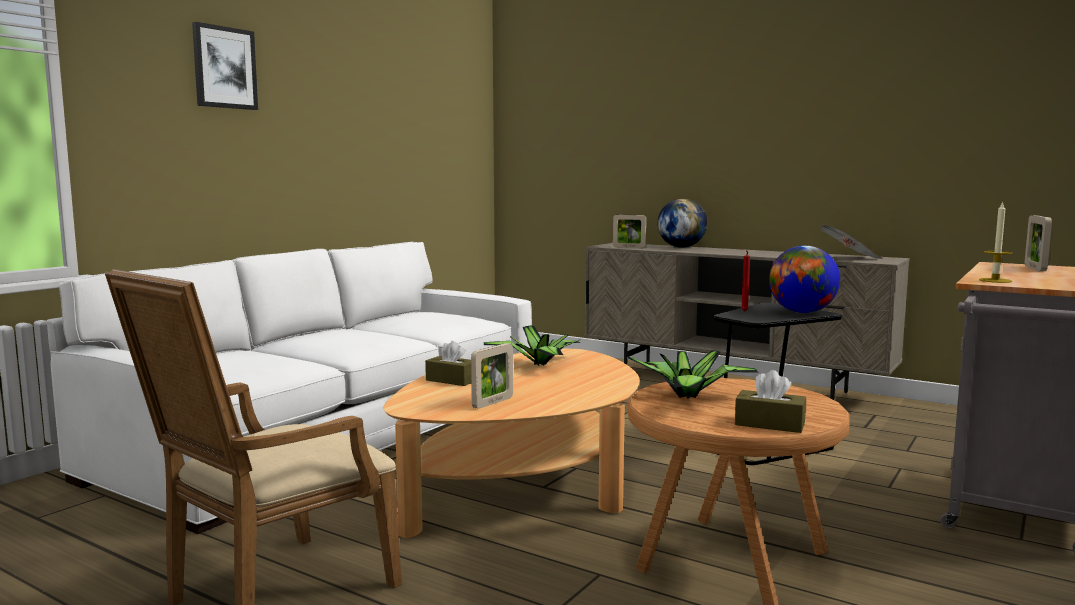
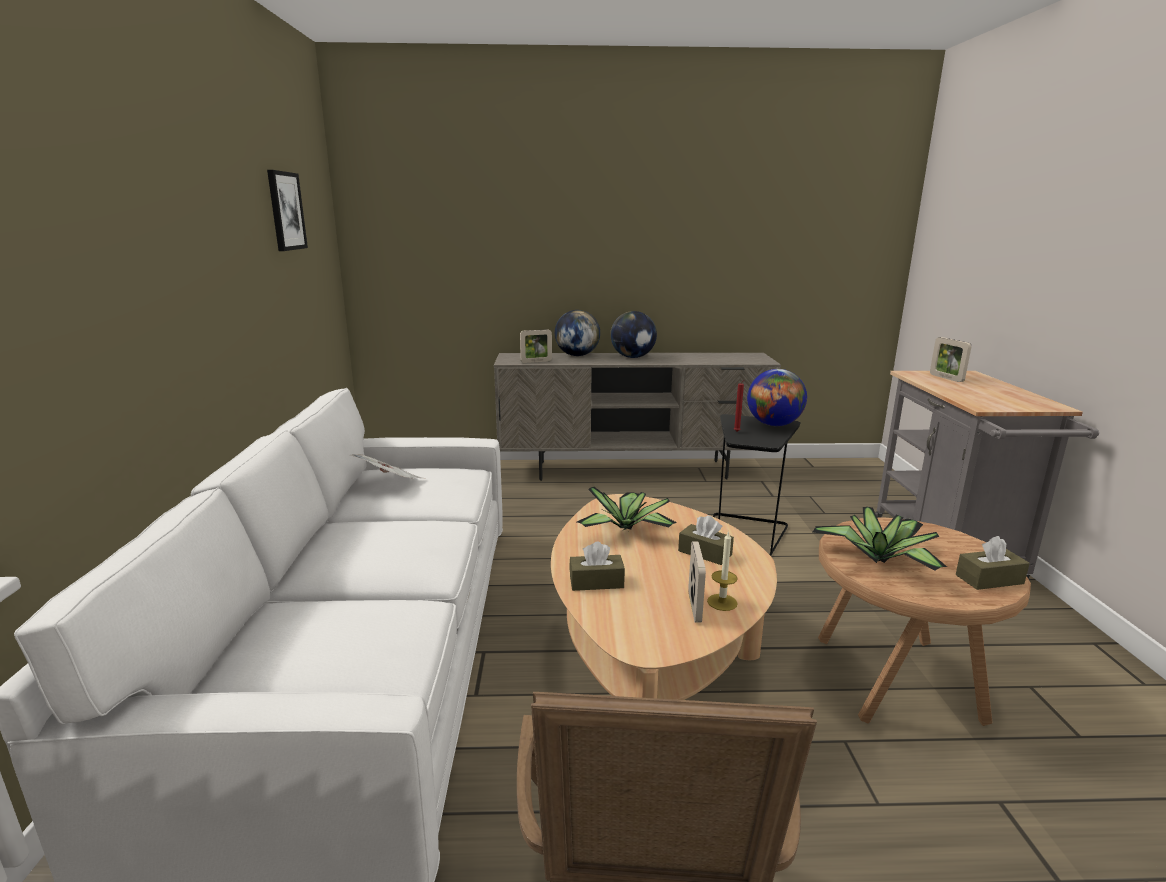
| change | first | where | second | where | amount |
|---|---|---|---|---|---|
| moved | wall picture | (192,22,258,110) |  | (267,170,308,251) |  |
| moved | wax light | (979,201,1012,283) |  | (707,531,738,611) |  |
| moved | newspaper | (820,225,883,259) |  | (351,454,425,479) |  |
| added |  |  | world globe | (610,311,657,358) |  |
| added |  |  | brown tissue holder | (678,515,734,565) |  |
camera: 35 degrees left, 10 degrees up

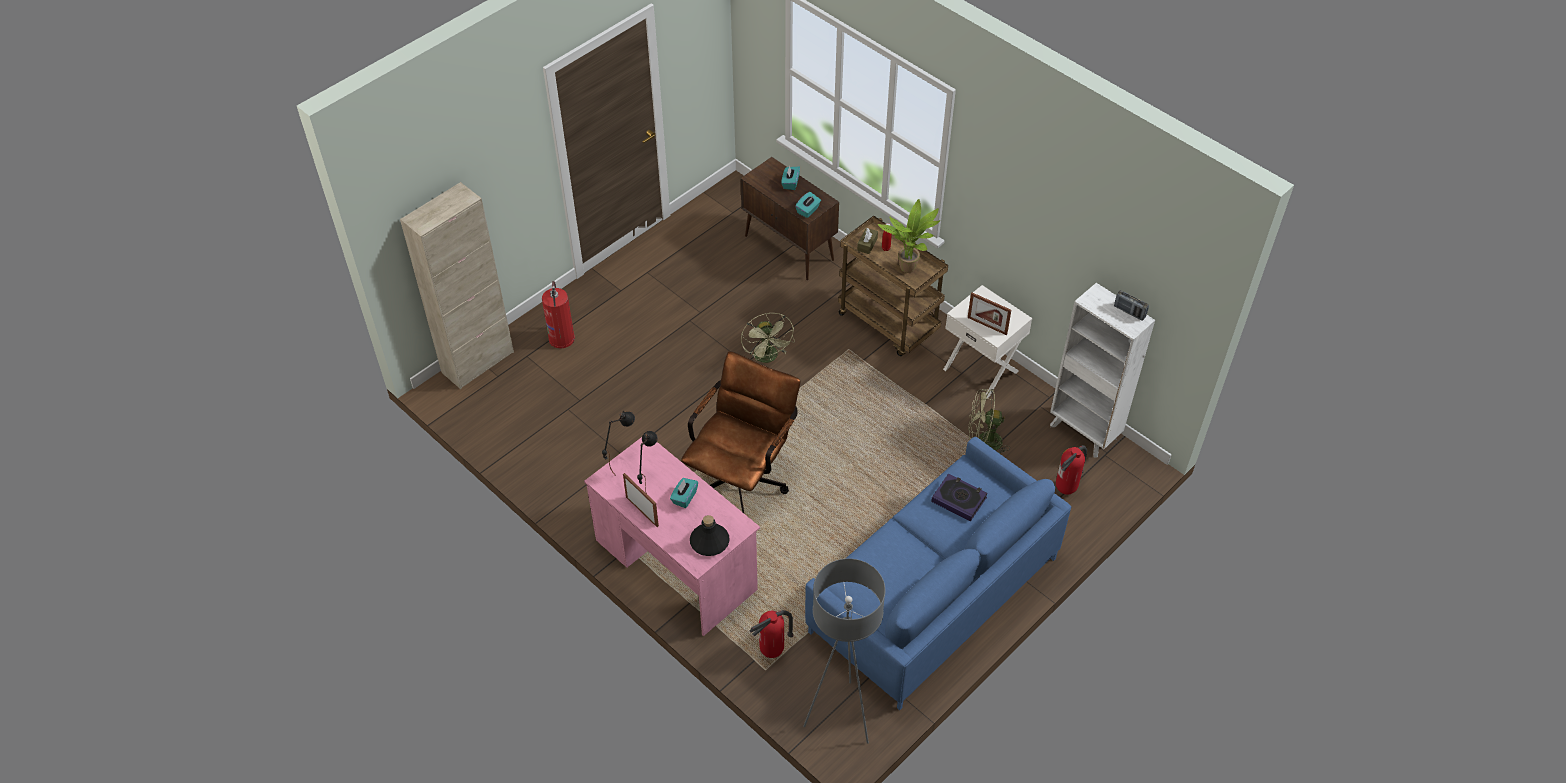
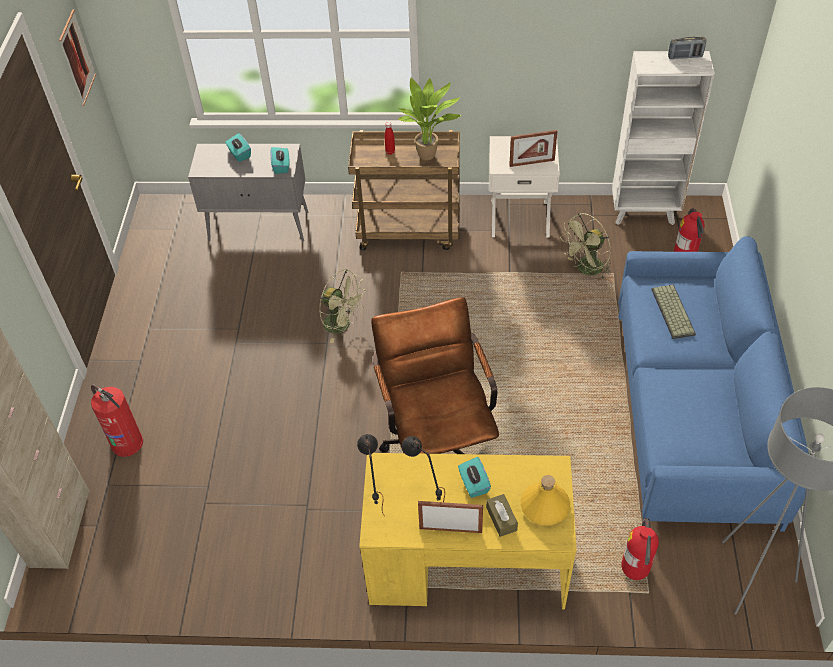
| change | first | where | second | where | amount |
|---|---|---|---|---|---|
| recoloured | brown cupboard | (740,157,839,280) | gray cupboard | (188,144,308,242) |  |
| moved | brown tissue holder | (857,228,878,254) |  | (486,494,518,537) |  |
| recoloured | pink-coloured desk table | (584,437,760,636) | yellow desk table | (359,453,577,609) |  |
| replaced | volume | (931,474,988,521) | PC keyboard | (651,285,696,339) |  |
| recoloured | blackish bottle | (690,515,730,556) | yellow bottle | (520,475,570,526) |  |
| added |  |  | wall picture | (59,9,96,106) |  |
camera: 40 degrees left, 0 degrees up

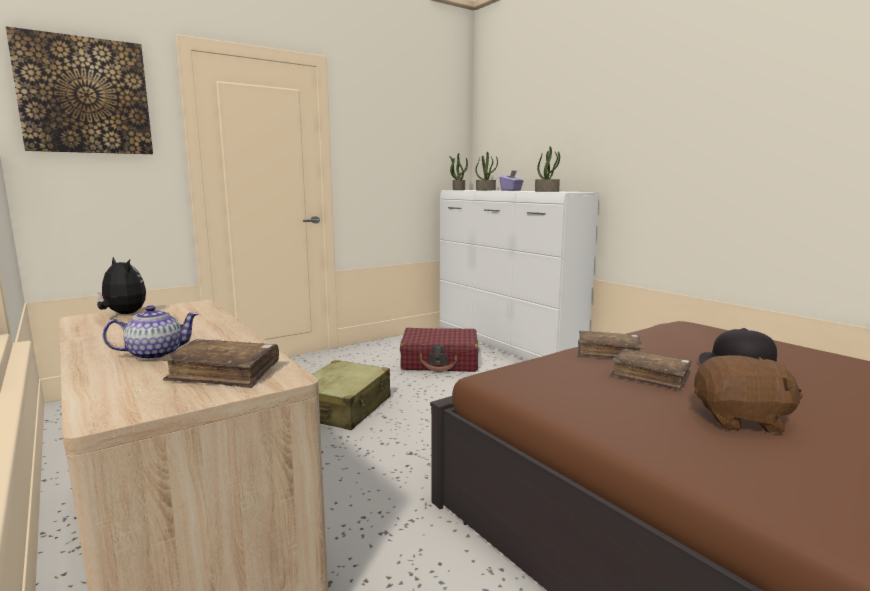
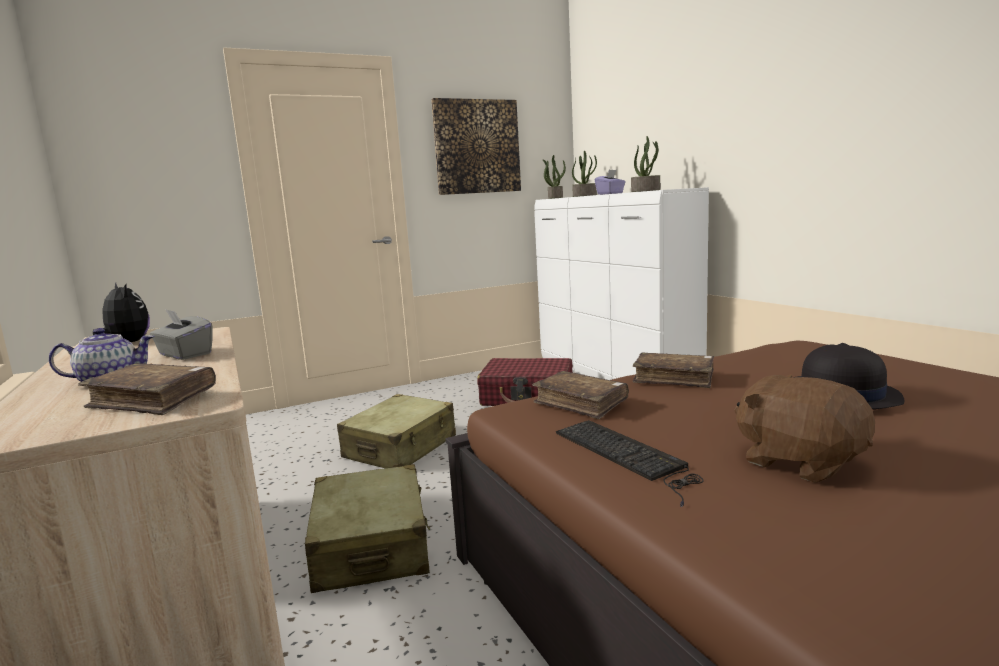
| change | first | where | second | where | amount |
|---|---|---|---|---|---|
| moved | wall picture | (6,26,153,154) |  | (431,98,521,195) |  |
| moved | brown volume | (611,349,692,391) |  | (533,371,629,419) |  |
| turned | brown plush toy | (694,355,803,433) |  | (734,374,875,483) | 150 degrees counterclockwise |
| added |  |  | gray tissue holder | (150,310,212,360) |  |
| added |  |  | PC keyboard | (556,420,704,507) |  |
| added |  |  | beige-coloured piece of luggage | (305,464,430,593) |  |
camera: 10 degrees right, 0 degrees up

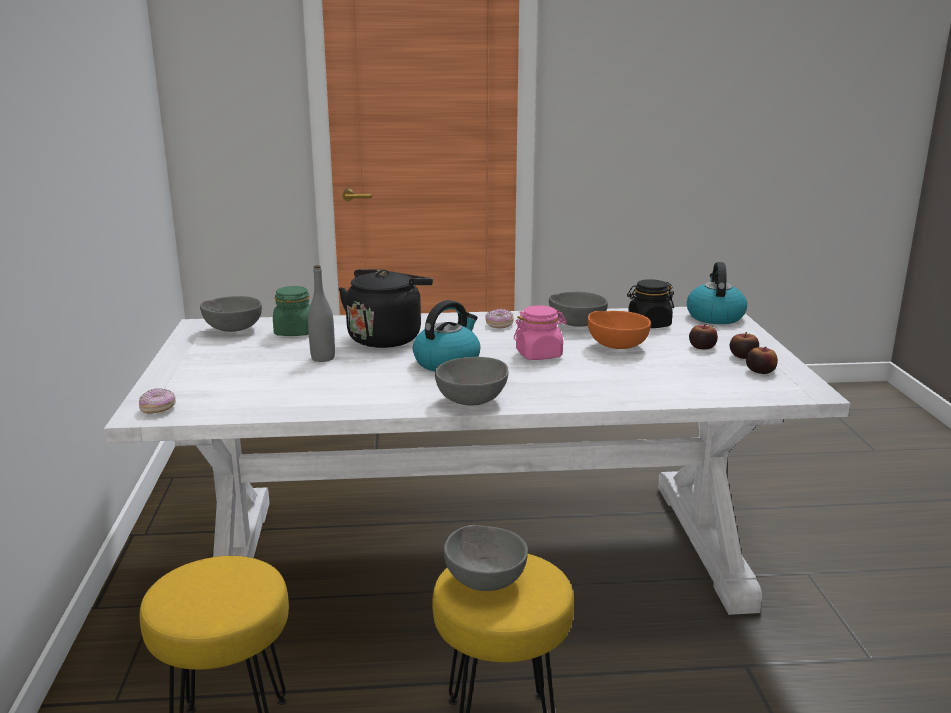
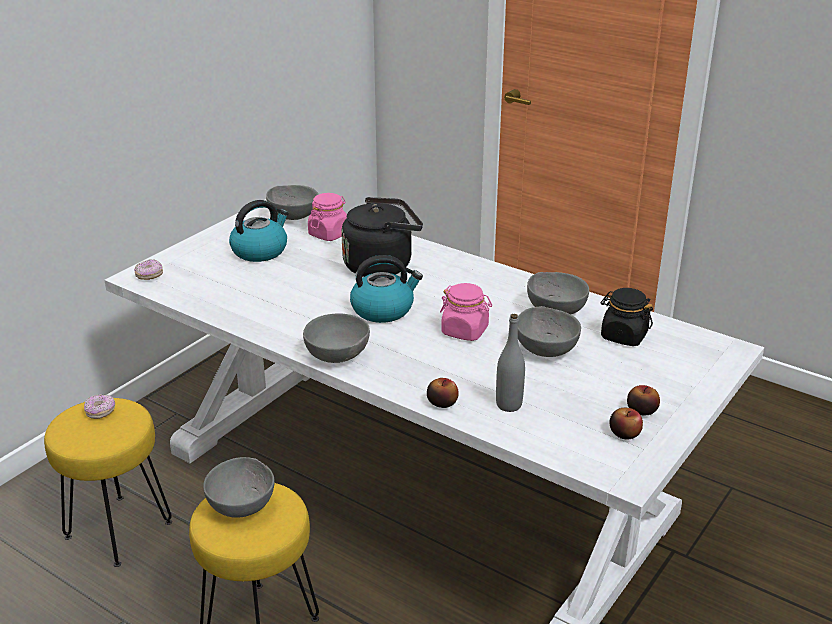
| change | first | where | second | where | amount |
|---|---|---|---|---|---|
| moved | kettle | (687,262,747,324) |  | (229,200,289,262) |  |
| moved | gray bottle | (308,265,335,362) |  | (496,314,525,412) |  |
| recoloured | greenish preserve jar | (273,286,310,336) | pink-coloured preserve jar | (308,193,347,241) |  |
| moved | donut | (485,309,514,329) |  | (84,394,115,419) |  |
| recoloured | orange-coloured bowl | (588,311,651,349) | gray bowl | (518,306,581,357) |  |
| moved | whole apple | (689,324,718,349) |  | (427,378,459,408) |  |
camera: 40 degrees right, 10 degrees up

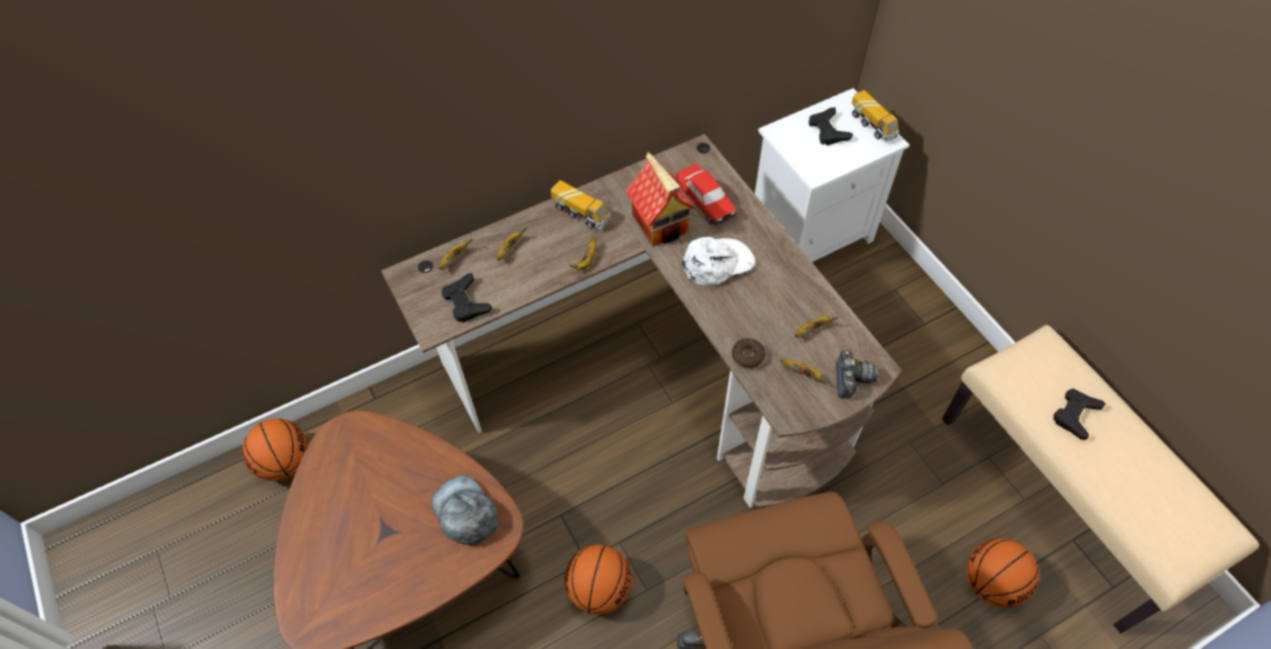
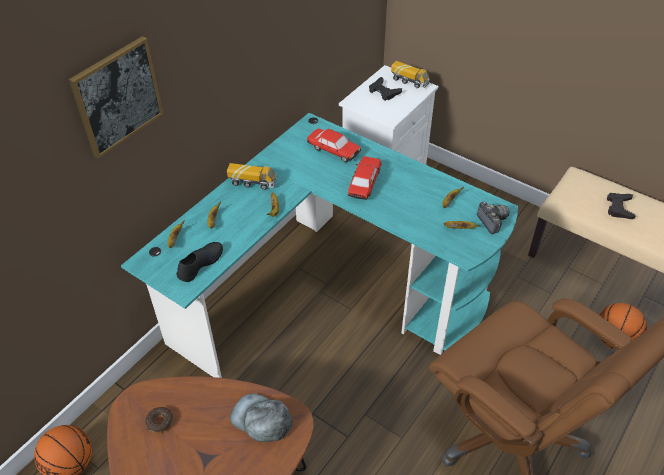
| change | first | where | second | where | amount |
|---|---|---|---|---|---|
| recoloured | brown desk table | (381,134,901,508) | turquoise desk table | (121,113,518,378) |  |
| removed | model house | (625,152,696,246) |  |  |  |
| replaced | white peaked cap | (682,237,755,286) | model car | (348,156,381,200) |  |
| replaced | blackish gamepad | (441,273,492,322) | blackish shoe | (176,242,223,282) |  |
| moved | donut | (732,338,765,369) |  | (145,407,173,433) |  |
| removed | basketball | (564,545,632,615) |  |  |  |
| added |  |  | wall picture | (69,36,164,158) |  |
camera: 25 degrees left, 10 degrees down

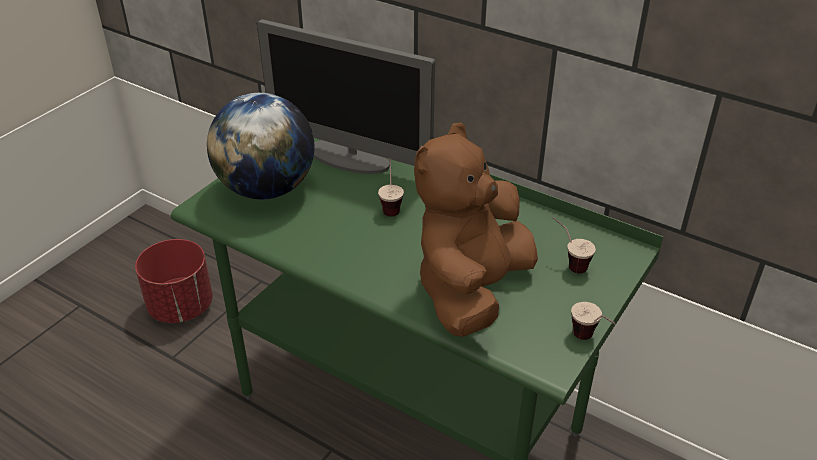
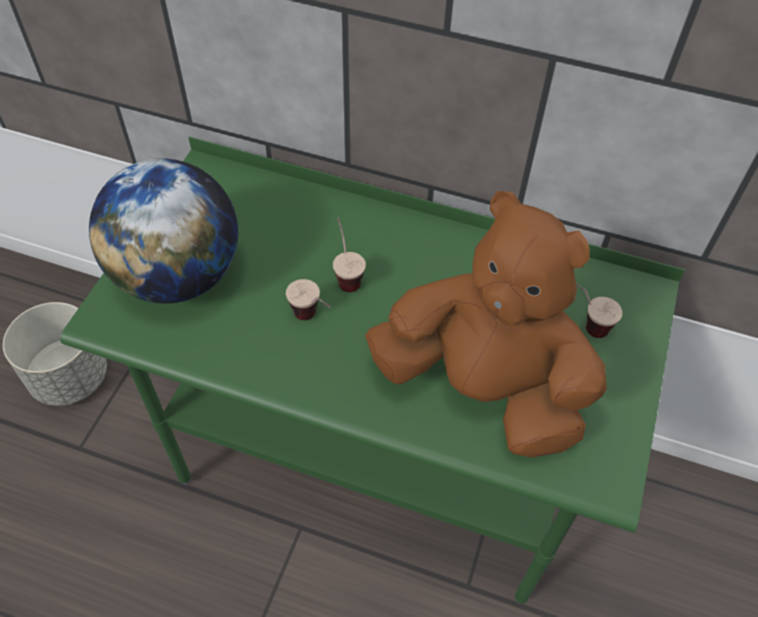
| change | first | where | second | where | amount |
|---|---|---|---|---|---|
| removed | monitor | (257,19,435,174) |  |  |  |
| turned | brown plush toy | (414,122,538,337) |  | (365,191,607,457) | 105 degrees clockwise |
| recoloured | red-coloured planter | (135,239,213,323) | gray planter | (3,302,107,406) |  |
| moved | cup | (571,302,616,340) |  | (286,279,331,320) |  |
camera: 15 degrees left, 15 degrees up

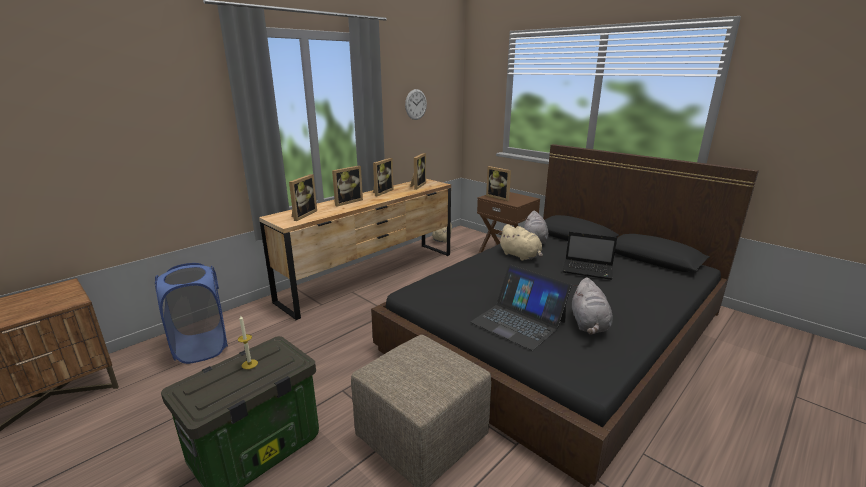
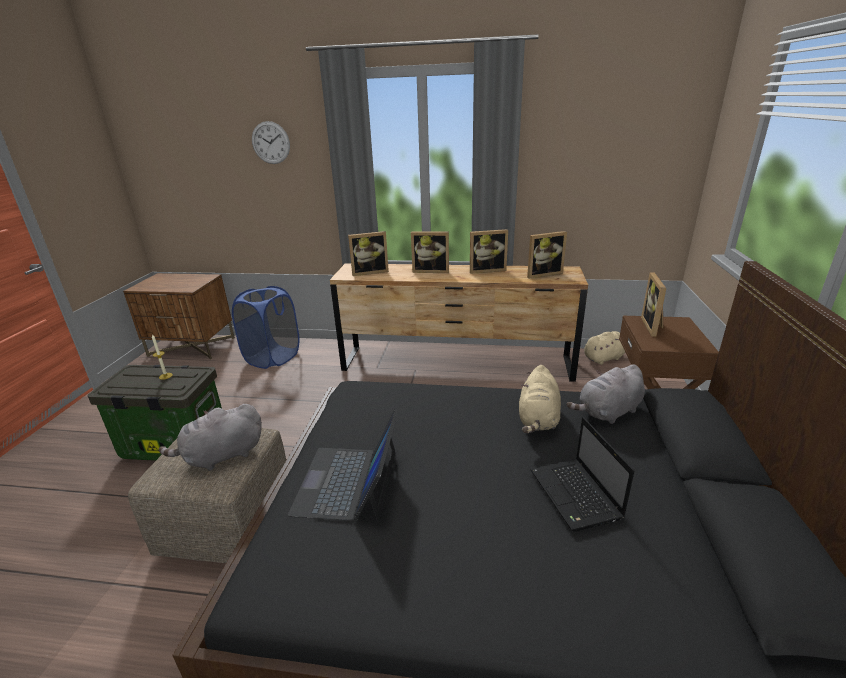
| change | first | where | second | where | amount |
|---|---|---|---|---|---|
| moved | clock on the wall | (405,89,427,120) |  | (252,121,290,164) |  |
| moved | gray plush toy | (572,277,613,334) |  | (159,404,262,471) |  |
camera: 55 degrees right, 5 degrees up

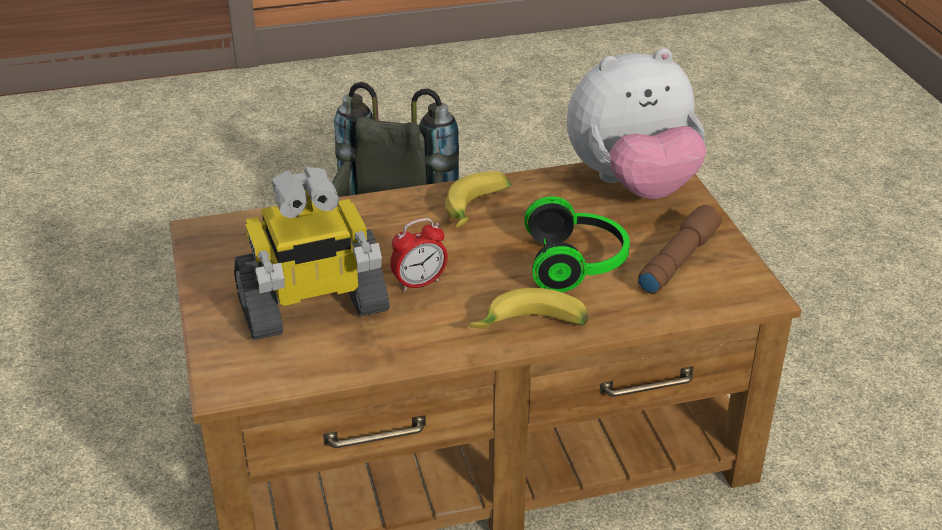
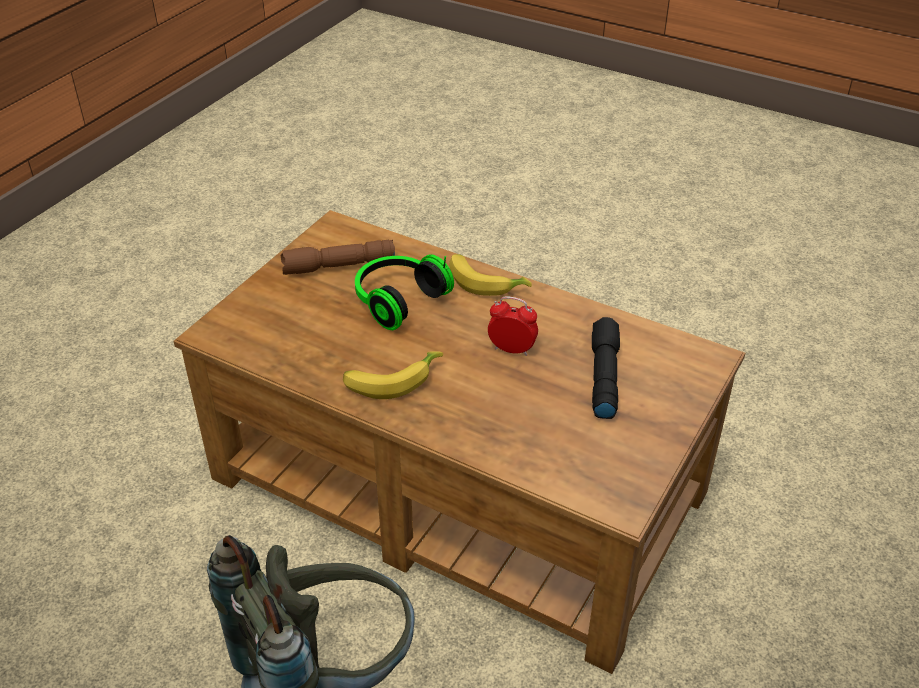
| change | first | where | second | where | amount |
|---|---|---|---|---|---|
| removed | plush toy | (567,48,706,199) |  |  |  |
| replaced | robot figure | (234,167,390,340) | blackish hand torch | (592,317,620,419) |  |
camera: 135 degrees left, 5 degrees up

